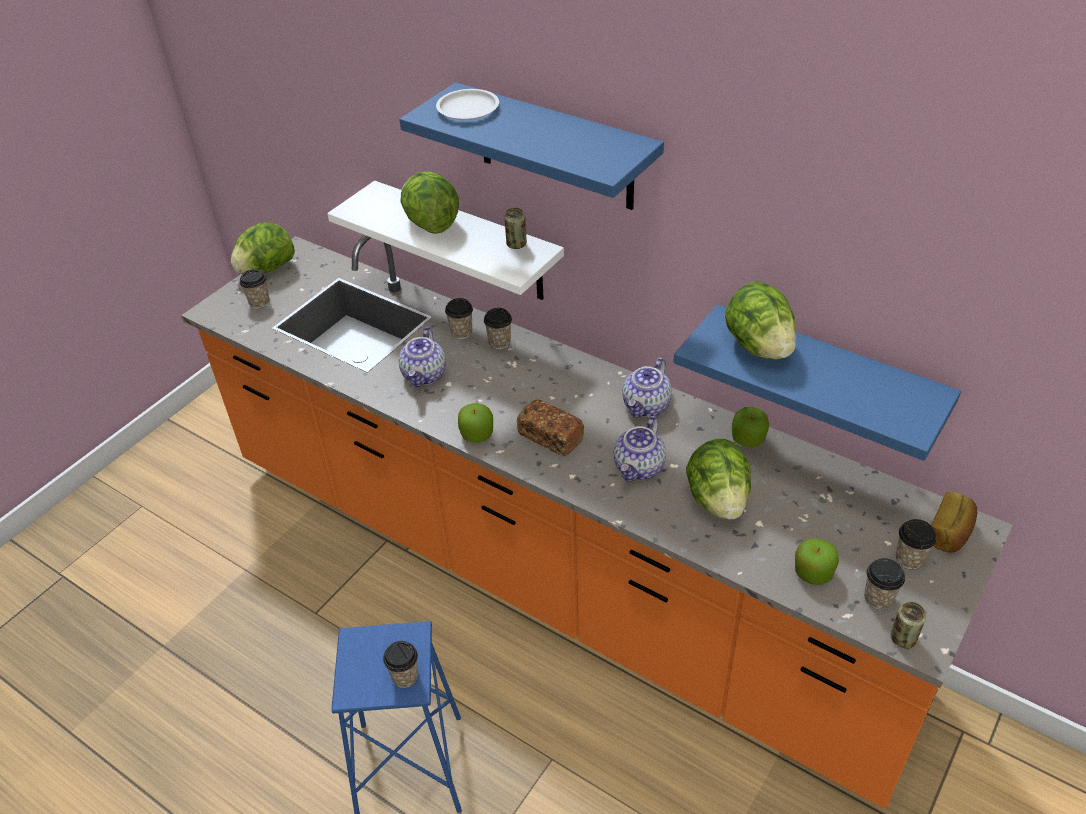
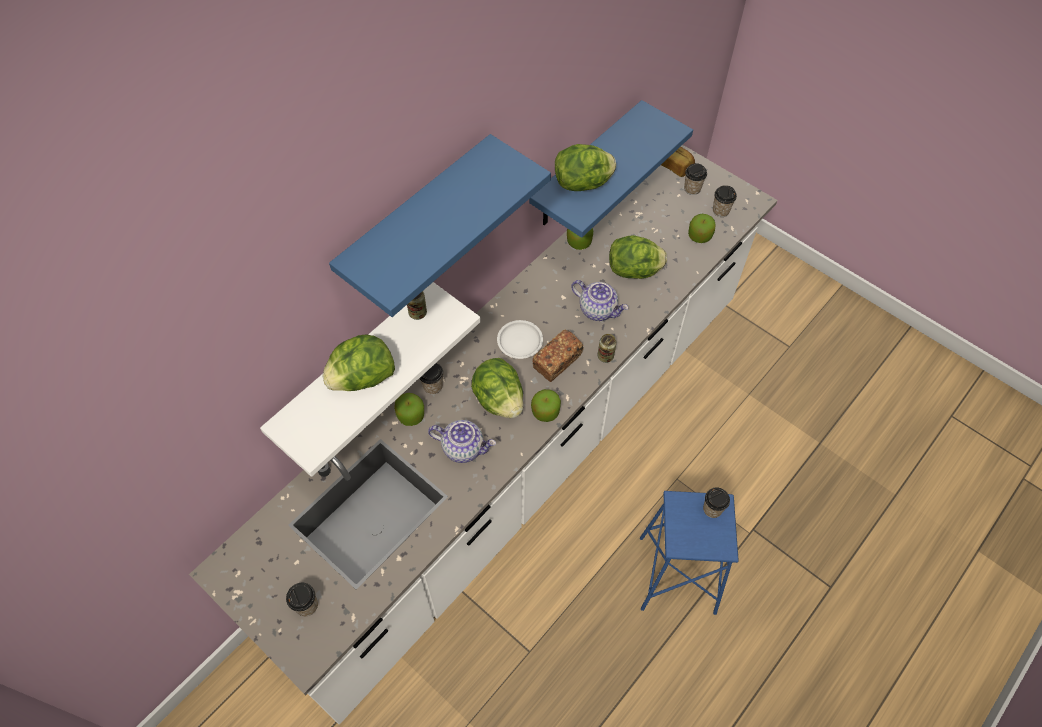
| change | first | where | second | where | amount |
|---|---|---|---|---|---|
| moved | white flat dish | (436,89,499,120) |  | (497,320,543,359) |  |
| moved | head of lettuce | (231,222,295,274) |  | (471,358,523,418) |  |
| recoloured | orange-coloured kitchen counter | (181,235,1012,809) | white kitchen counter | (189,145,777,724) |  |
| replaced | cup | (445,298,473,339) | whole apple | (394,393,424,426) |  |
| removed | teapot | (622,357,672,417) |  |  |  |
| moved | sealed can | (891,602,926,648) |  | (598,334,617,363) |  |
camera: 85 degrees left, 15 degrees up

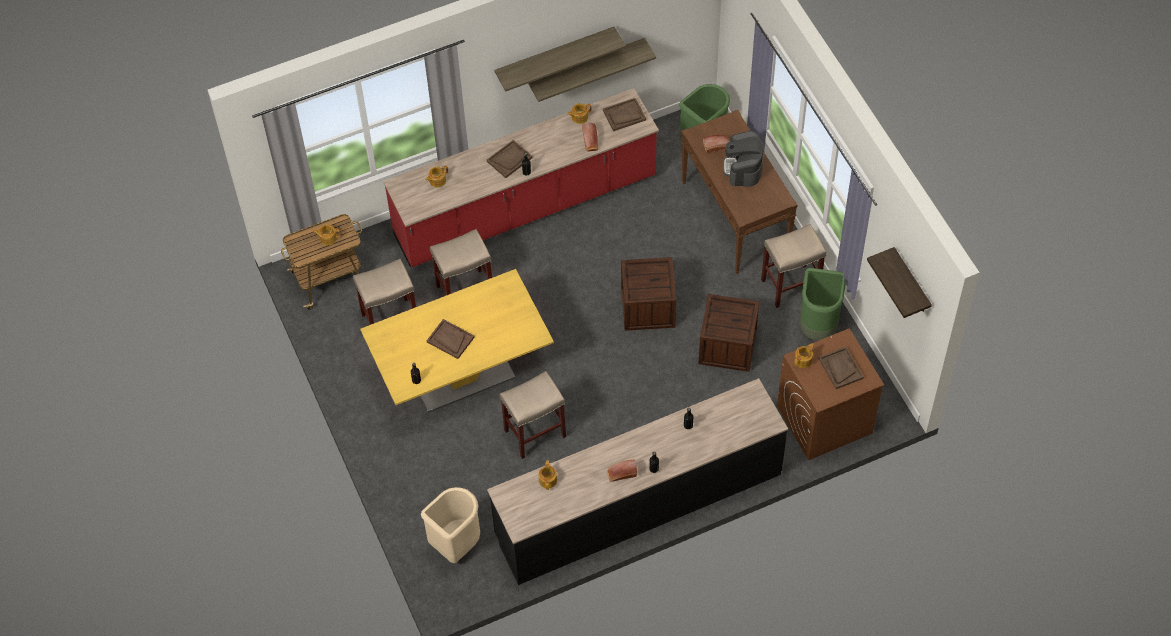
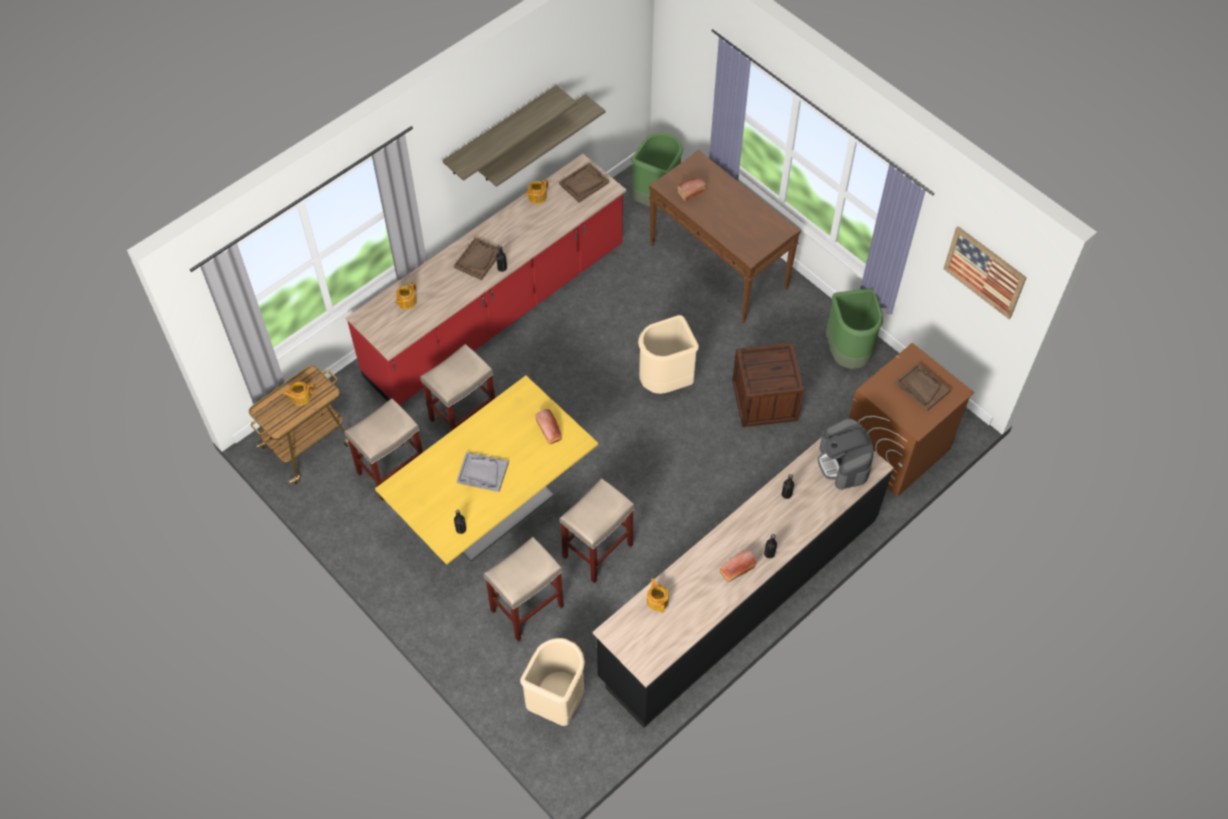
| change | first | where | second | where | amount |
|---|---|---|---|---|---|
| moved | baked bread | (582,123,598,152) |  | (535,409,562,444) |  |
| moved | coffee machine | (723,131,763,187) |  | (818,418,874,490) |  |
| moved | beige-coloured sitting stool | (761,224,827,308) |  | (484,537,564,642) |  |
| replaced | wall shelf | (867,247,932,318) | wall picture | (943,226,1027,319) |  |
| replaced | packing crate | (621,257,676,331) | beige-coloured waste bin | (638,315,699,394) |  |
| recoloured | brown tray | (426,319,475,359) | gray tray | (457,452,509,492) |  |
| removed | teapot | (794,343,814,368) |  |  |  |
camera: 20 degrees left, 0 degrees up

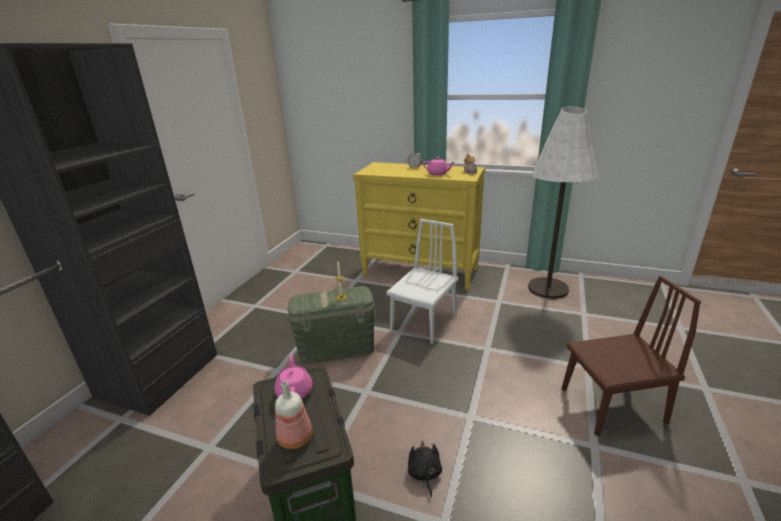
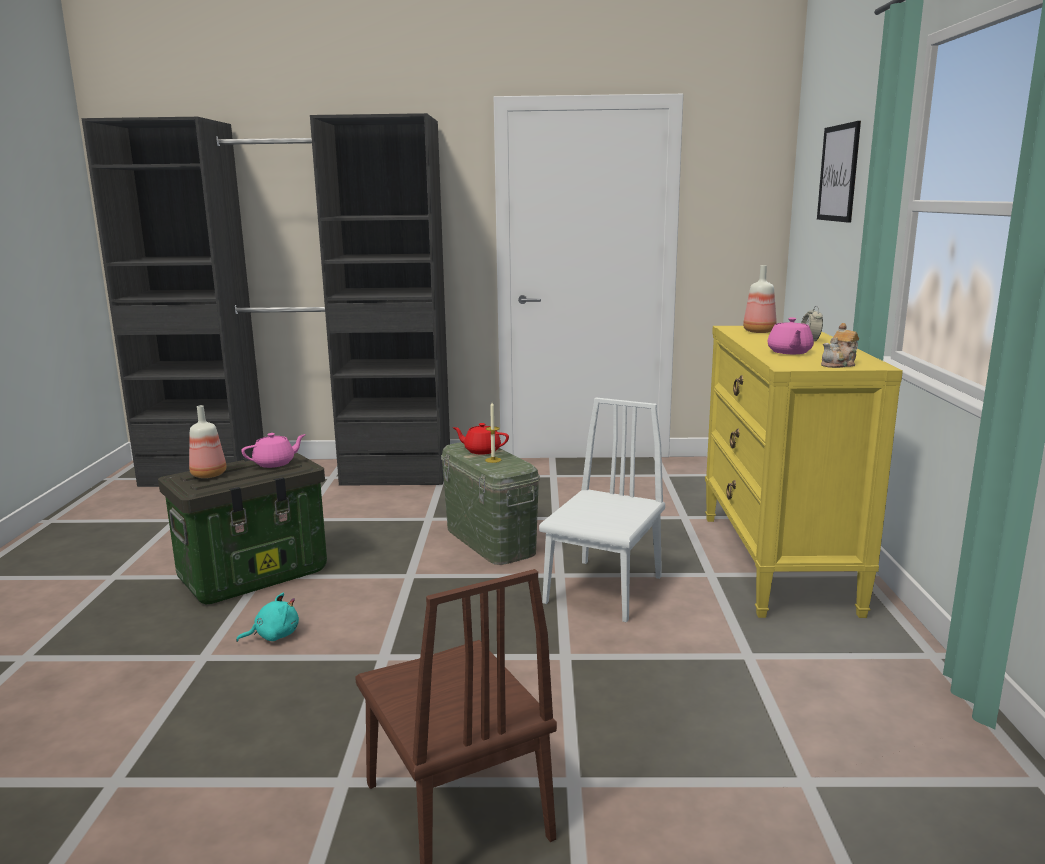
| change | first | where | second | where | amount |
|---|---|---|---|---|---|
| removed | white standard lamp | (528,107,598,299) |  |  |  |
| turned | white chair | (387,219,458,344) |  | (539,398,665,622) | 75 degrees counterclockwise |
| recoloured | blackish plush toy | (408,440,442,497) | turquoise plush toy | (236,593,299,642) |  |
| added |  |  | wall picture | (817,121,861,223) |  |
| added |  |  | bottle | (743,265,777,333) |  |
| added |  |  | red-coloured teapot | (452,423,509,455) |  |
camera: 70 degrees right, 10 degrees down

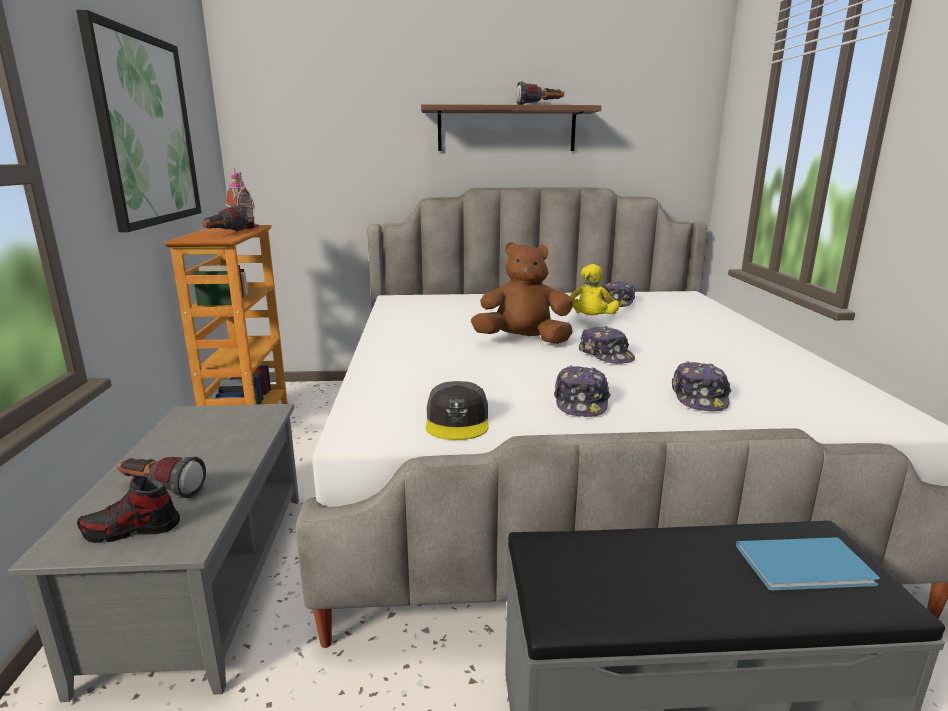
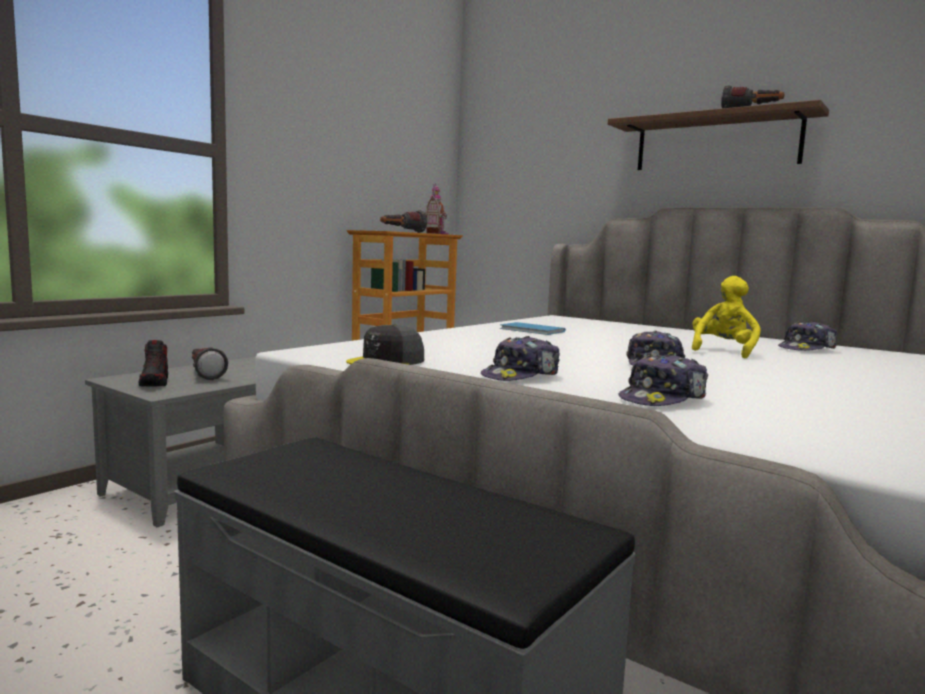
| change | first | where | second | where | amount |
|---|---|---|---|---|---|
| removed | wall picture | (76,10,201,232) |  |  |  |
| removed | brown plush toy | (471,242,573,344) |  |  |  |
| turned | yellow plush toy | (570,264,619,315) |  | (692,276,761,358) | 150 degrees clockwise |
| turned | shoe | (77,476,180,543) |  | (138,340,168,387) | 135 degrees counterclockwise |
| moved | blue-coloured volume | (736,537,880,591) |  | (500,322,566,335) |  |
camera: 40 degrees right, 10 degrees down

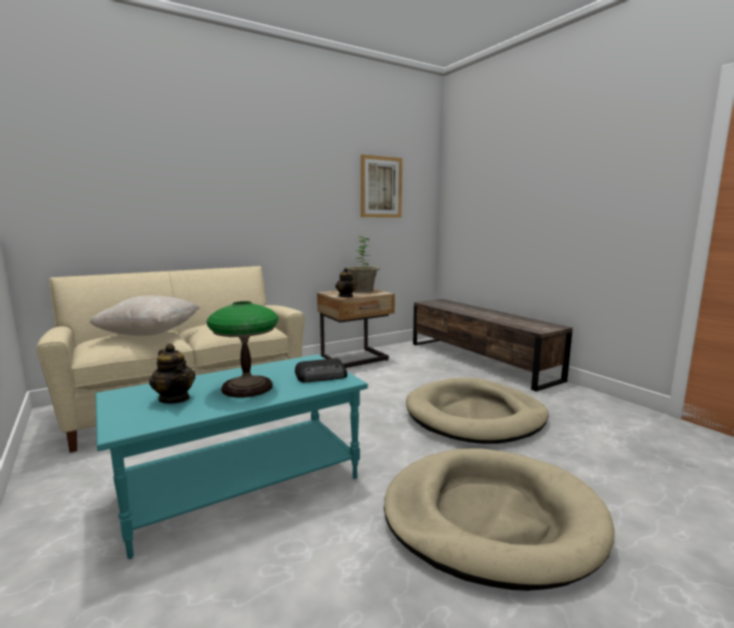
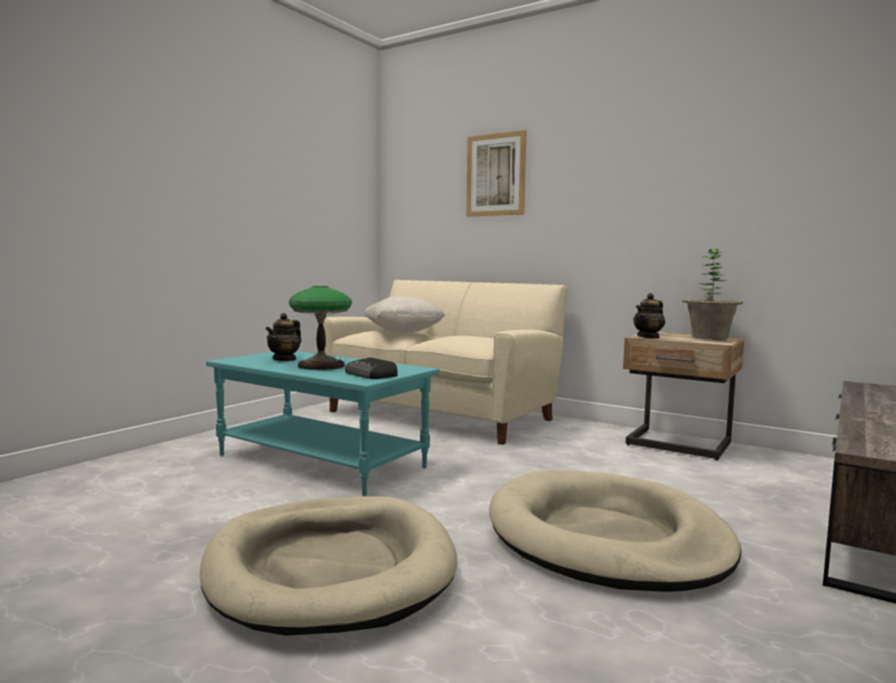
| change | first | where | second | where | amount |
|---|---|---|---|---|---|
| moved | wall picture | (361,155,402,217) |  | (466,130,527,217) |  |
camera: 65 degrees right, 5 degrees down

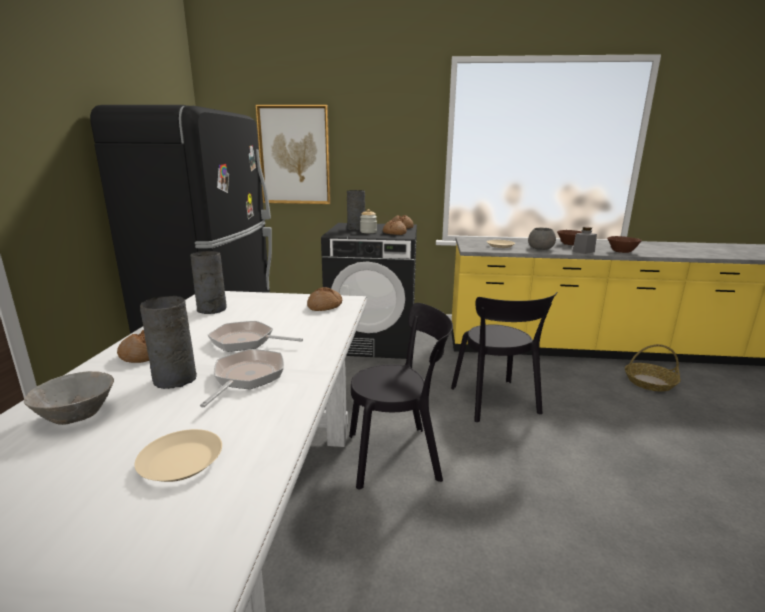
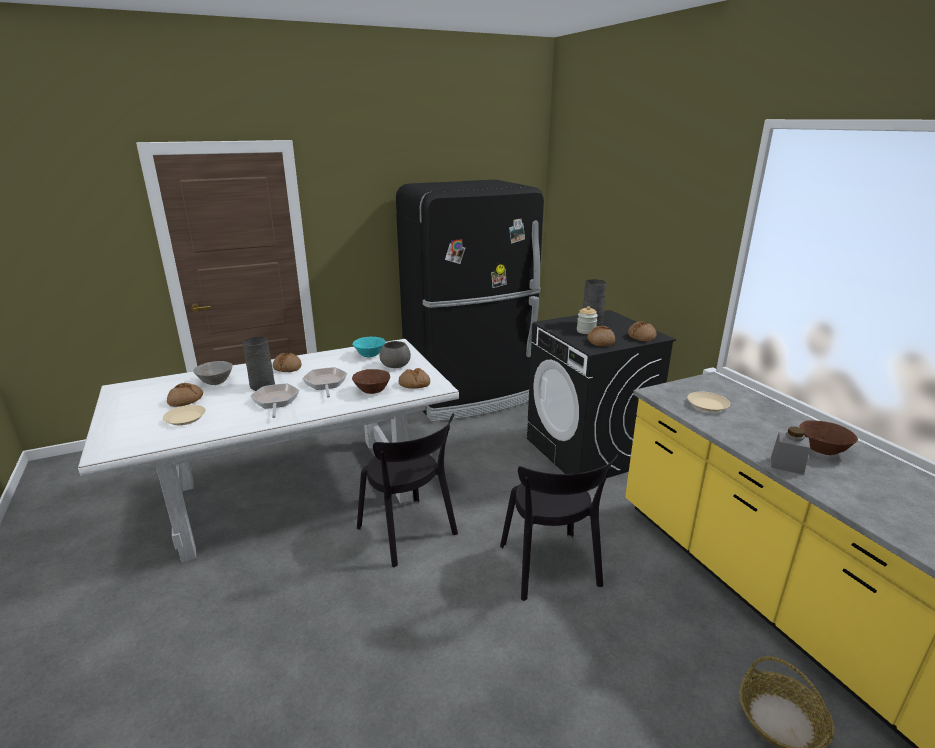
| change | first | where | second | where | amount |
|---|---|---|---|---|---|
| removed | wall picture | (256,105,331,204) |  |  |  |
| moved | gray bowl | (528,228,556,250) |  | (380,341,411,368) |  |
| moved | brown bowl | (607,236,642,253) |  | (352,369,390,394) |  |
| replaced | gray decorative vase | (190,251,227,314) | turquoise bowl | (352,337,385,357) |  |
| turned | blackish chair | (451,292,558,422) |  | (500,454,618,601) | 60 degrees counterclockwise |
| turned | skillet | (200,349,284,408) |  | (250,384,299,418) | 90 degrees counterclockwise |
| added |  |  | baked bread | (167,383,203,407) |  |
camera: 60 degrees right, 5 degrees up

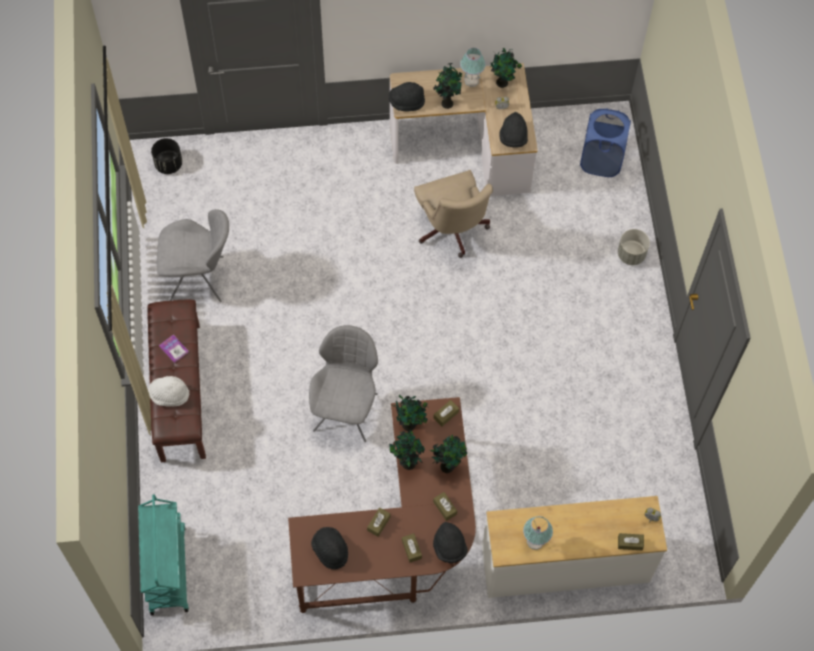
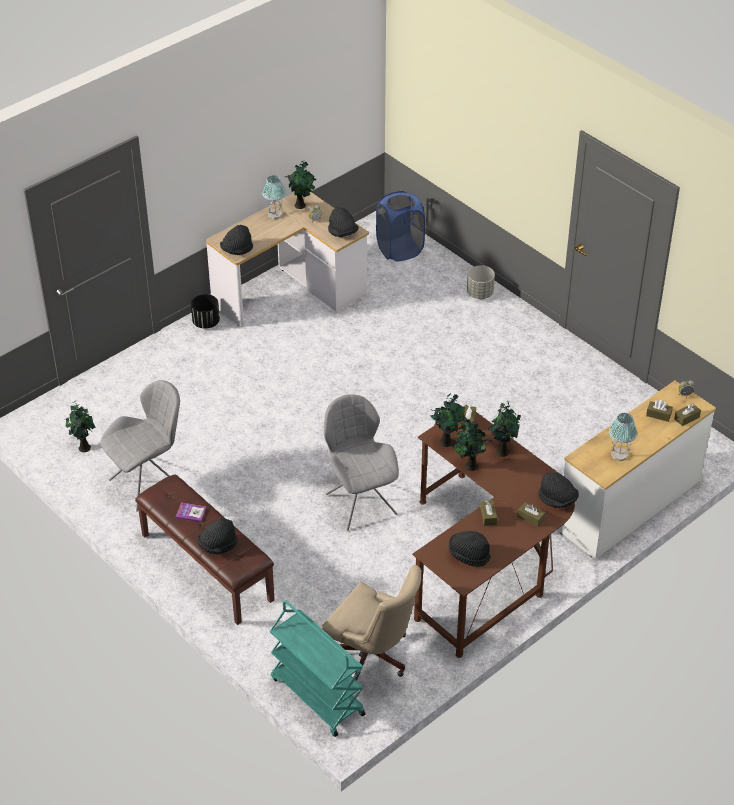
| change | first | where | second | where | amount |
|---|---|---|---|---|---|
| moved | houseplant | (433,63,462,109) |  | (66,401,96,452) |  |
| moved | blackish planter | (151,138,182,174) |  | (191,294,220,329) |  |
| moved | beige-coloured desk chair | (414,170,493,258) |  | (321,565,421,680) |  |
| recoloured | white clothing hat | (149,376,189,407) | blackish clothing hat | (198,519,238,554) |  |
| moved | brown tissue holder | (433,492,457,521) |  | (646,400,673,422) |  |
camera: 35 degrees left, 20 degrees down

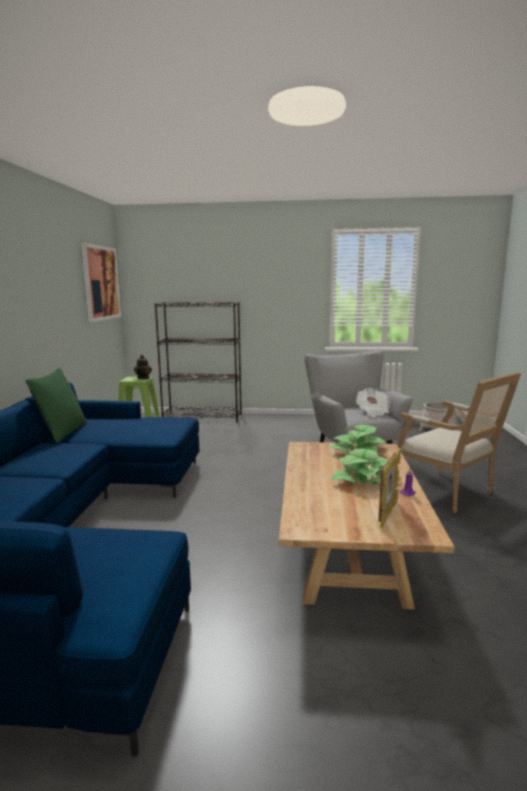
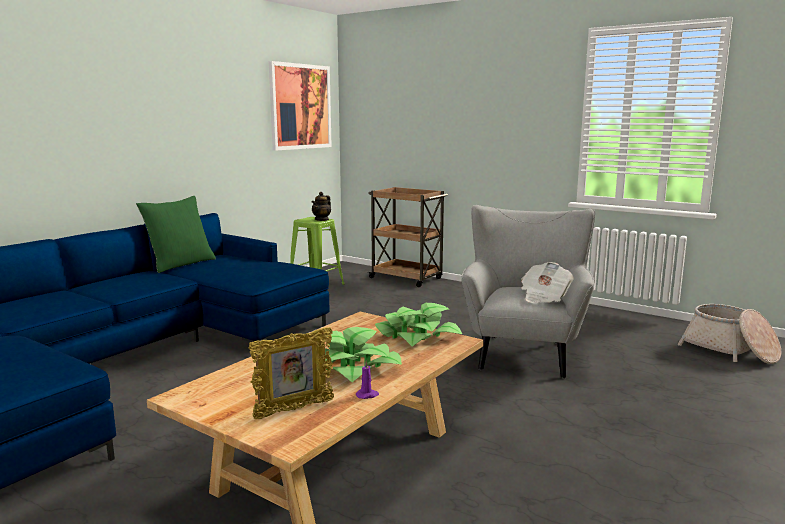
| change | first | where | second | where | amount |
|---|---|---|---|---|---|
| replaced | blackish shelving unit | (155,302,242,422) | brown wheeled cart | (368,187,448,287) |  |
| removed | lounge chair | (397,372,521,514) |  |  |  |
camera: 30 degrees right, 0 degrees up

